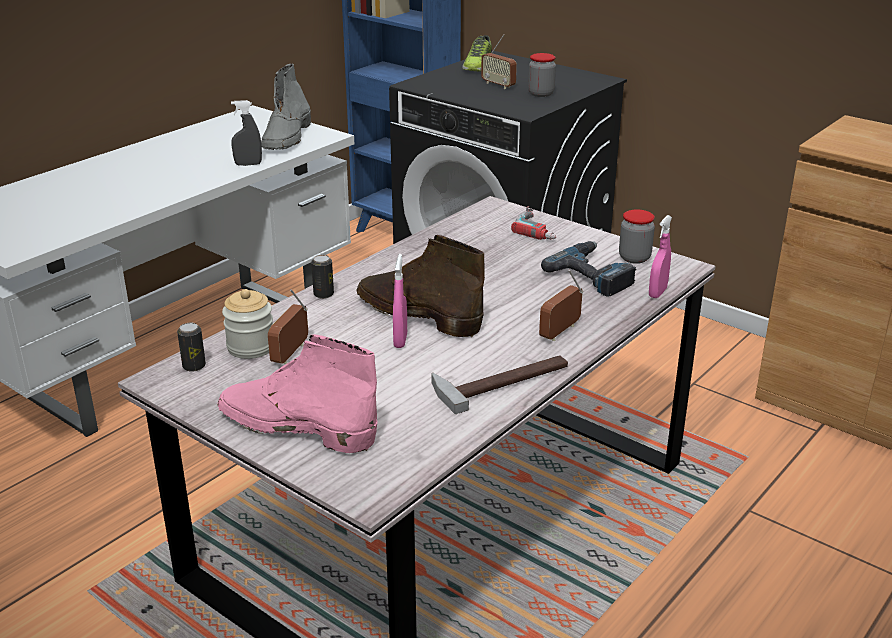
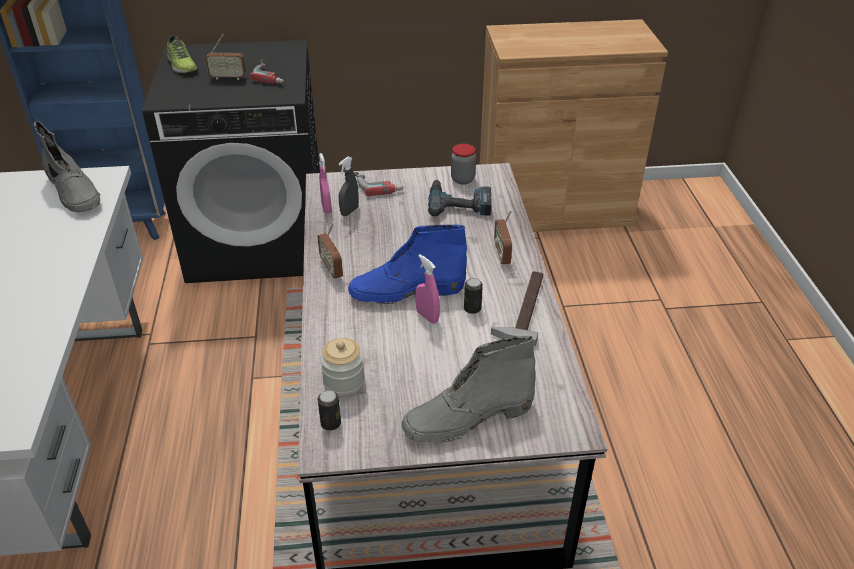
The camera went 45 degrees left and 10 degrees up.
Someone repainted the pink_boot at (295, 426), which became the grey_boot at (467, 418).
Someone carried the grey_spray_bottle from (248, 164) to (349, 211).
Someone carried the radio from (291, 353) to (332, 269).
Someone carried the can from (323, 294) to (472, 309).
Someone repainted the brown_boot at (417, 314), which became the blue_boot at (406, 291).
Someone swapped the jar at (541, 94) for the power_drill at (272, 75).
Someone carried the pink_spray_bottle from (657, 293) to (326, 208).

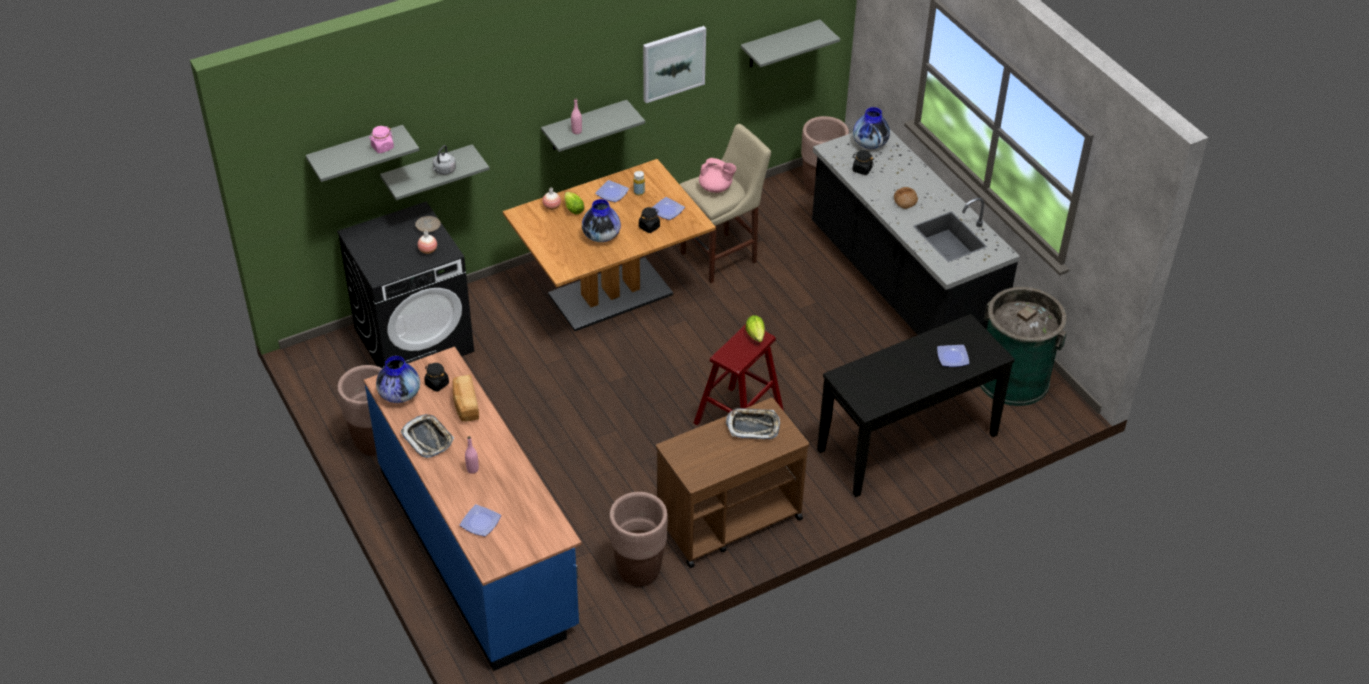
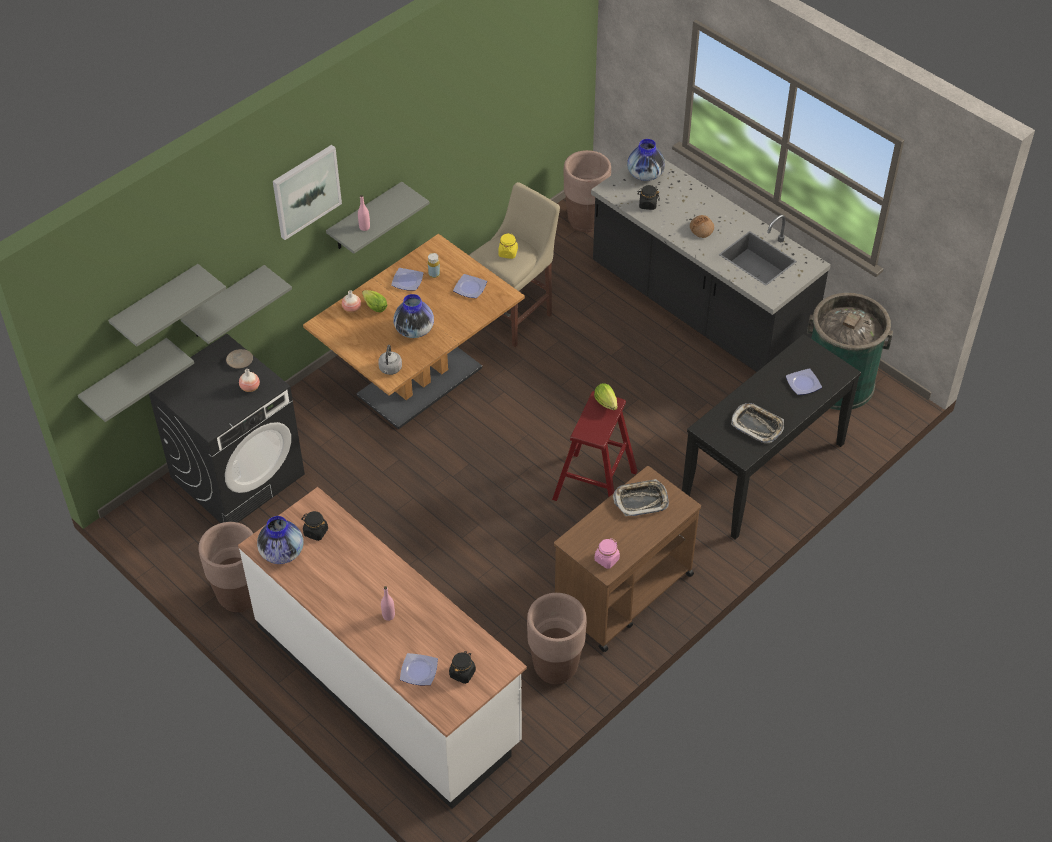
The camera went 15 degrees left and 5 degrees up.
Someone repainted the blue_counter at (478, 548), which became the white_counter at (388, 684).
Someone carried the pink_jar from (382, 147) to (606, 559).
Someone carried the tray from (428, 438) to (757, 425).
Someone carried the grey_kettle from (444, 171) to (390, 369).
Someone took away the bread at (465, 406).
Someone carried the black_jar from (649, 227) to (462, 673).
Someone carried the picture from (673, 63) to (306, 191).
Someone swapped the pink_teapot at (716, 188) for the yellow_jar at (508, 253).
Someone carried the grey_shelf from (779, 44) to (126, 377).

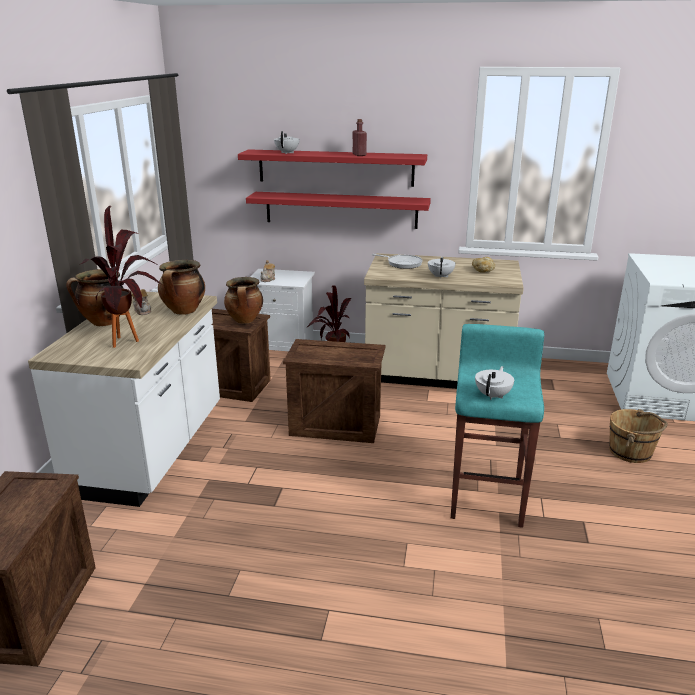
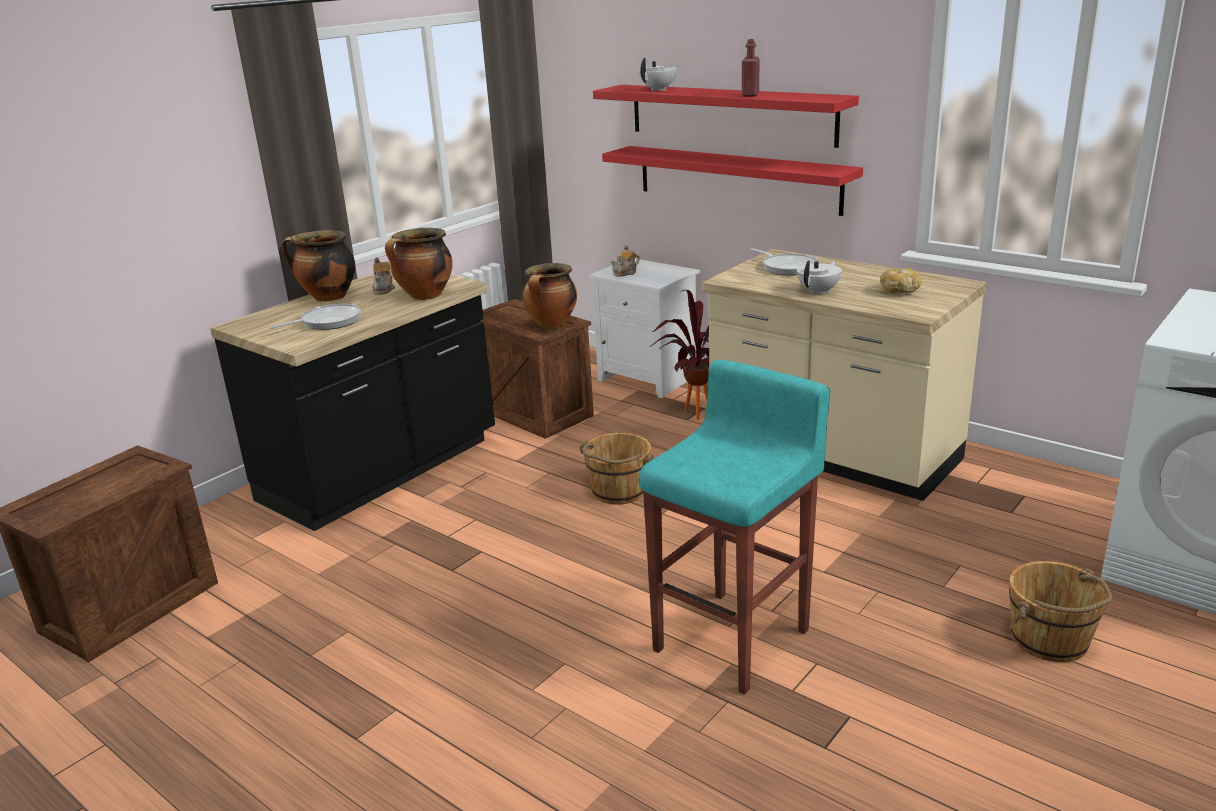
The camera went 30 degrees right and 0 degrees up.
Someone repainted the white_counter at (151, 451), which became the black_counter at (382, 472).
Someone swapped the potted_plant at (131, 341) for the frying_pan at (327, 322).
Someone swapped the crate at (334, 426) for the brown_bucket at (618, 491).
Someone took away the white_teapot at (493, 395).

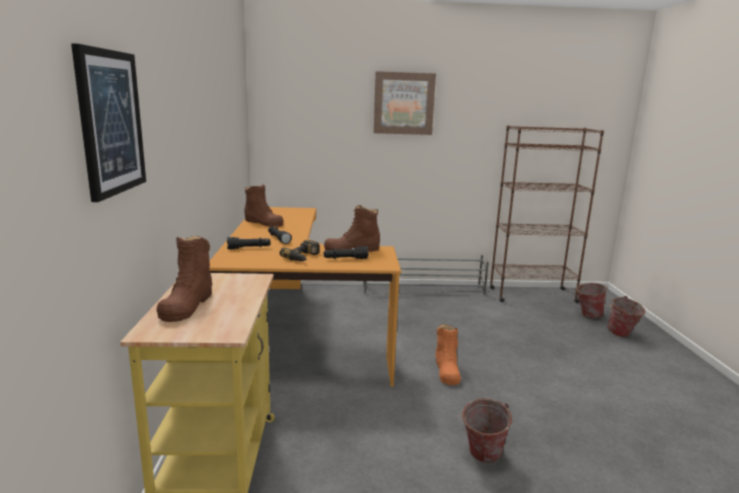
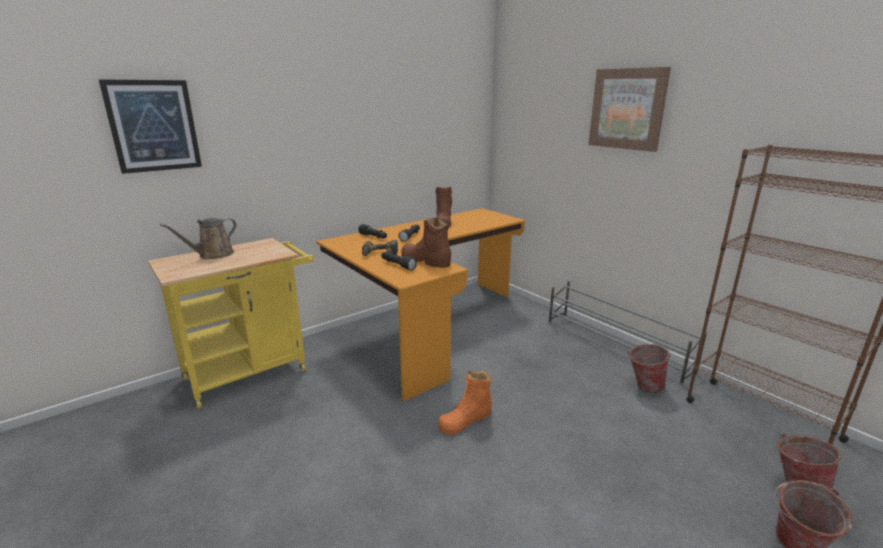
The camera went 55 degrees right and 5 degrees up.
Someone swapped the brown_boot at (187, 305) for the brown_watering_can at (213, 255).
Someone carried the bucket from (481, 456) to (643, 386).

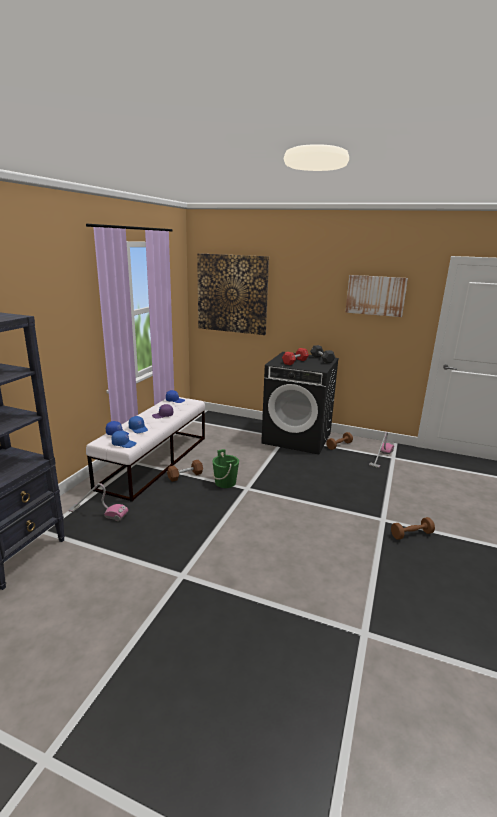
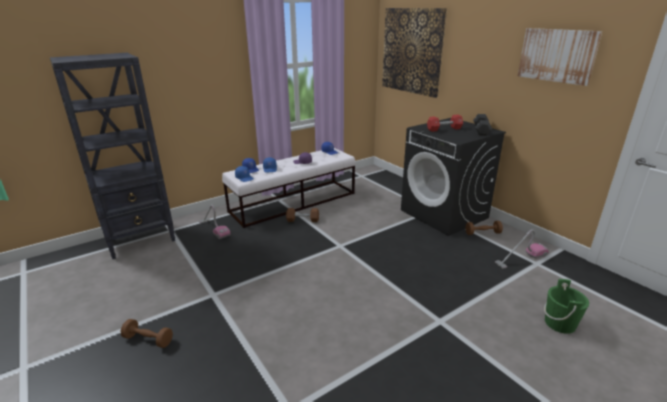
The camera went 35 degrees right and 5 degrees up.
Someone carried the green_bucket from (225, 482) to (560, 323).
Someone carried the brown_dumbbell from (411, 534) to (148, 340).

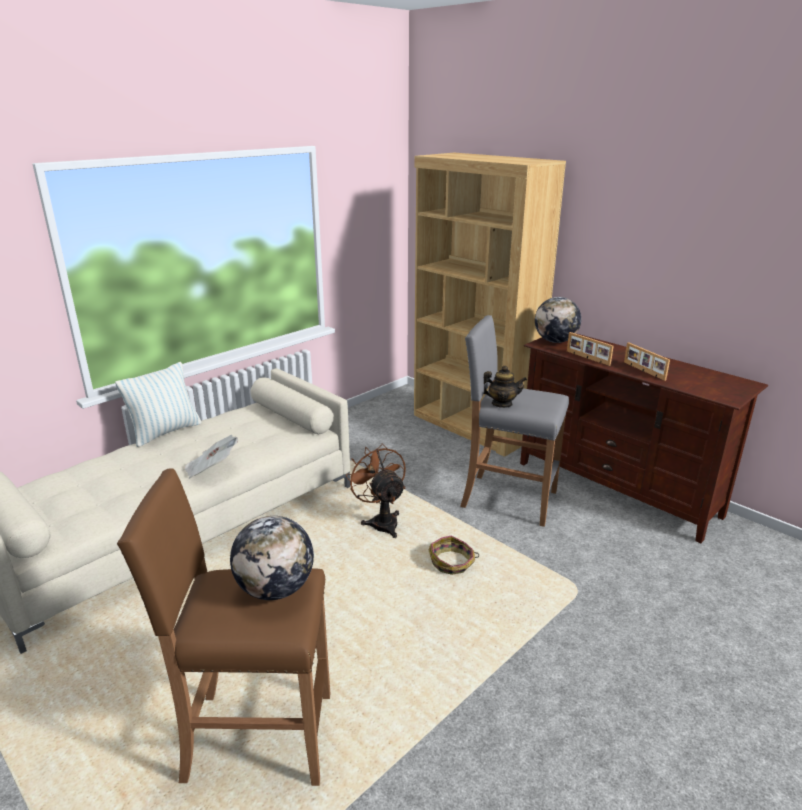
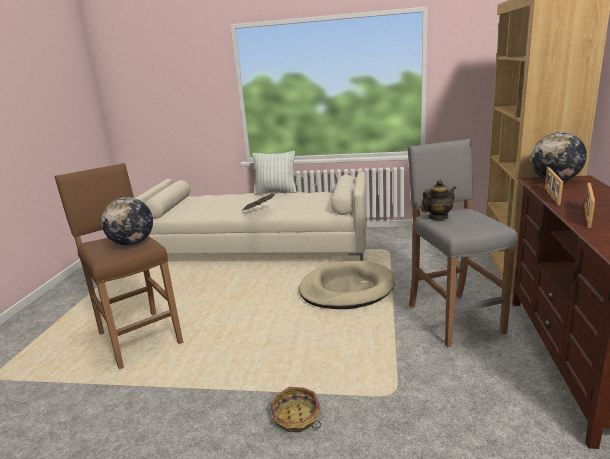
The camera went 55 degrees right and 5 degrees down.
Someone swapped the brown_fan at (381, 521) for the beige_dog_bed at (346, 289).
Someone carried the basket from (452, 563) to (296, 418).
Someone rotated the teapot at (501, 404) by 90 degrees counterclockwise.

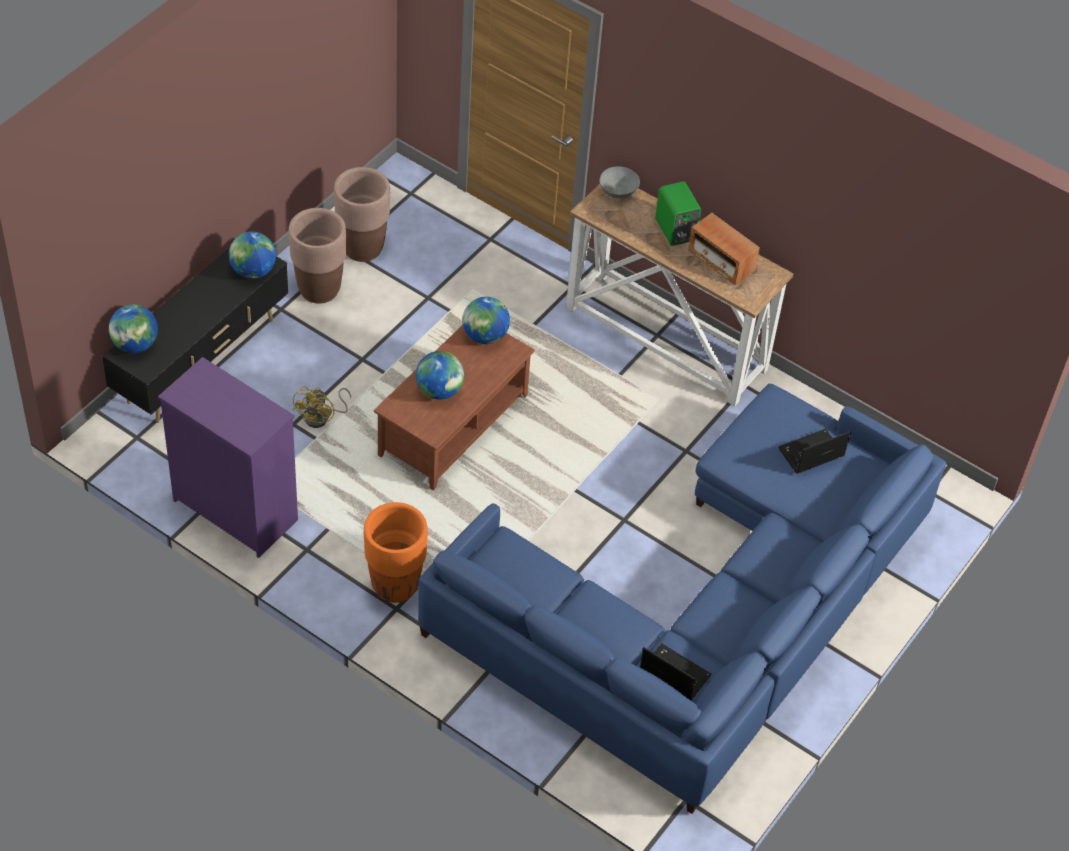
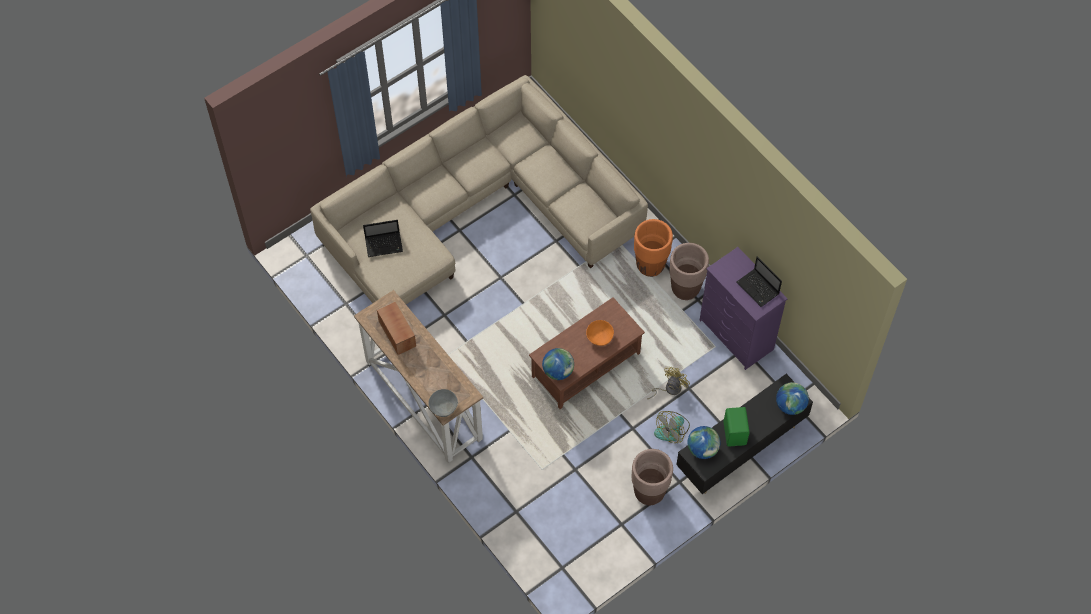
The camera went 160 degrees left and 10 degrees up.
Someone carried the brown_planter from (362, 248) to (685, 289).
Someone swapped the globe at (439, 390) for the orange_bowl at (599, 336).
Someone repainted the blue_sofa at (703, 613), which became the beige_sofa at (476, 211).
Someone carried the laptop from (673, 673) to (758, 289).
Someone carried the green_speaker from (674, 231) to (735, 433).
Someone put down the fan at (672, 429).

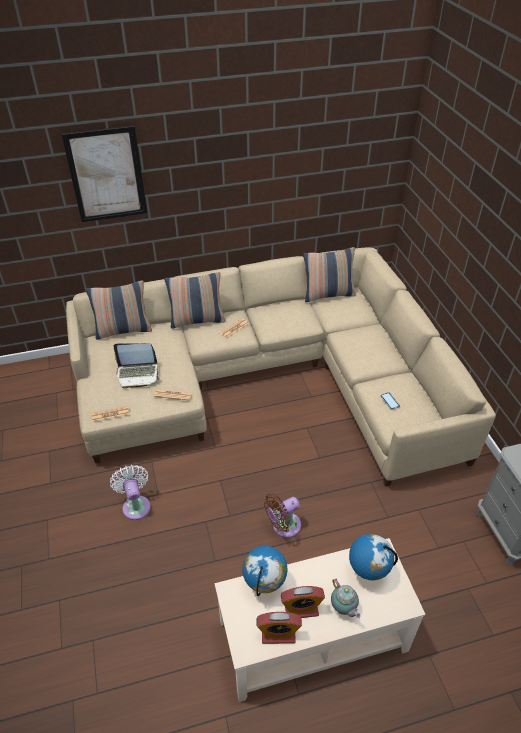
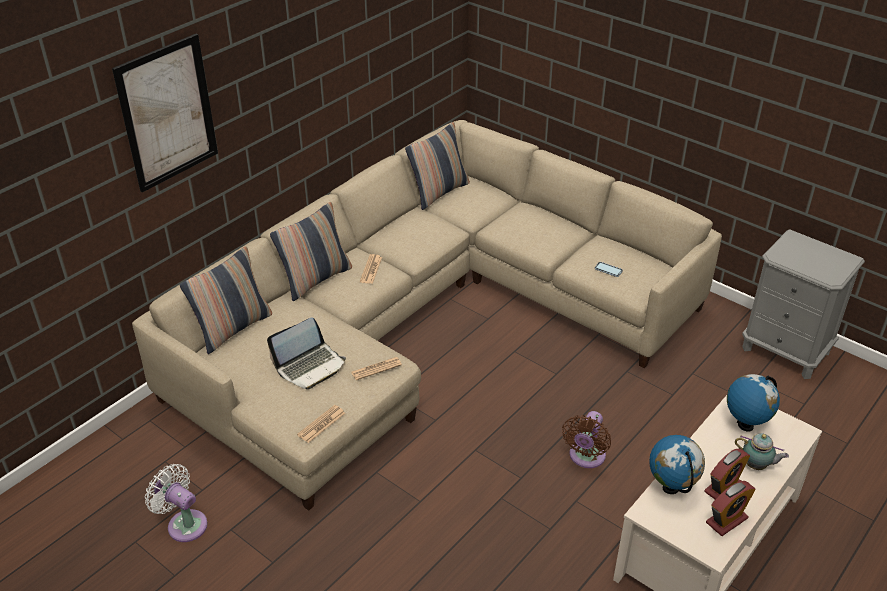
The camera went 35 degrees left and 5 degrees down.
Someone carried the white_fan from (136, 505) to (184, 523).

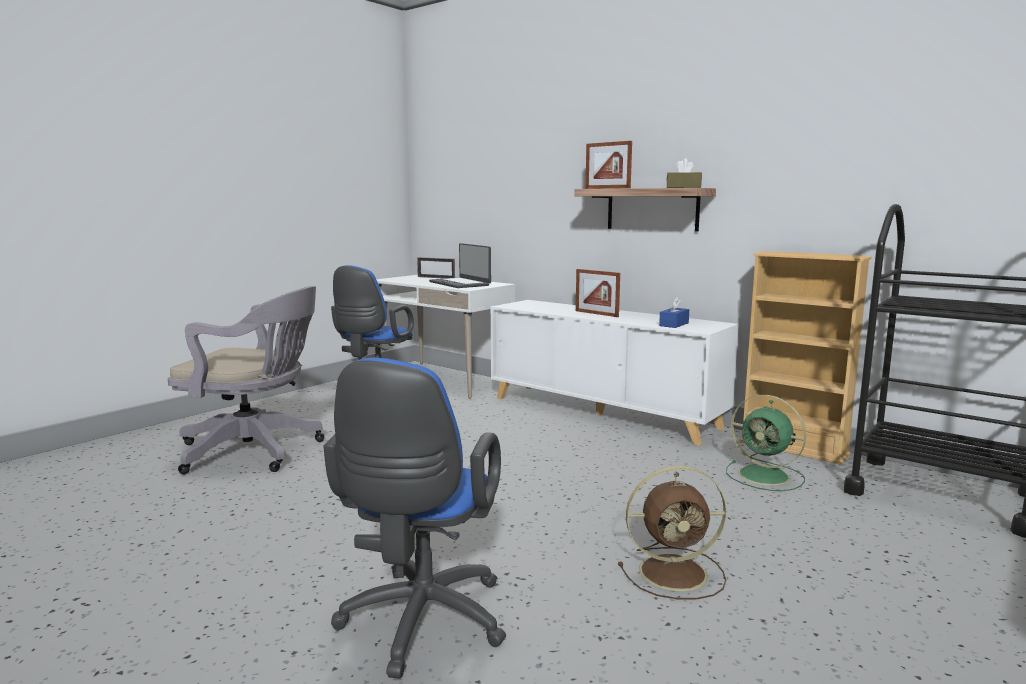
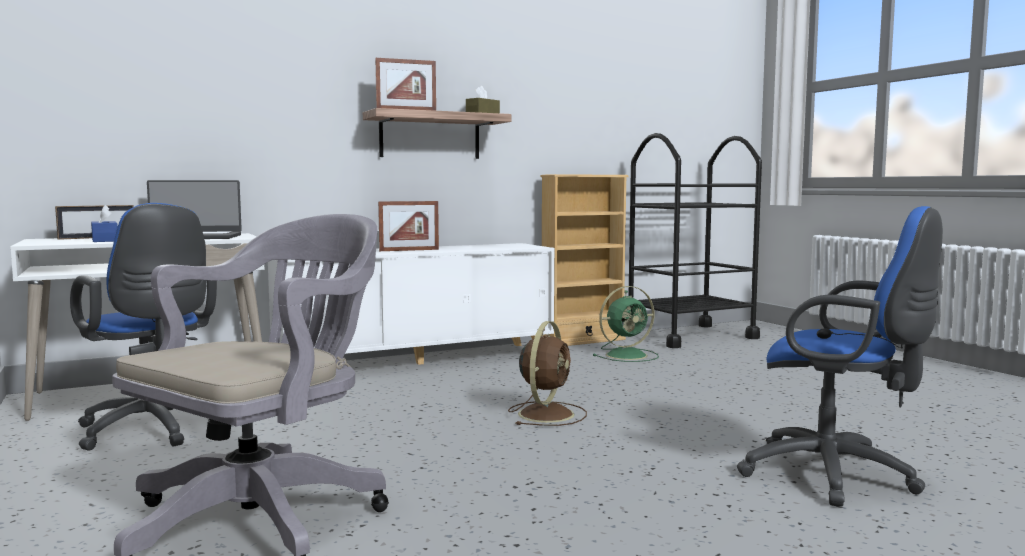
The camera went 65 degrees left and 5 degrees down.
Someone carried the brown_fan from (676, 572) to (547, 413).
Someone carried the blue_tissue_box from (674, 324) to (105, 240).

